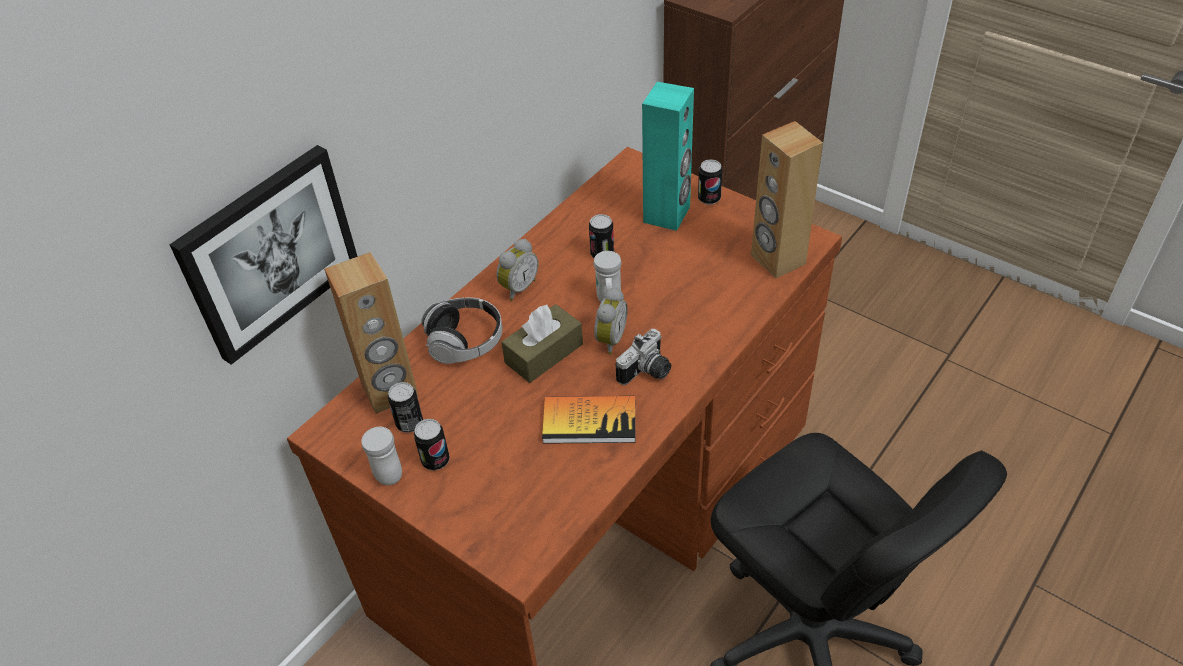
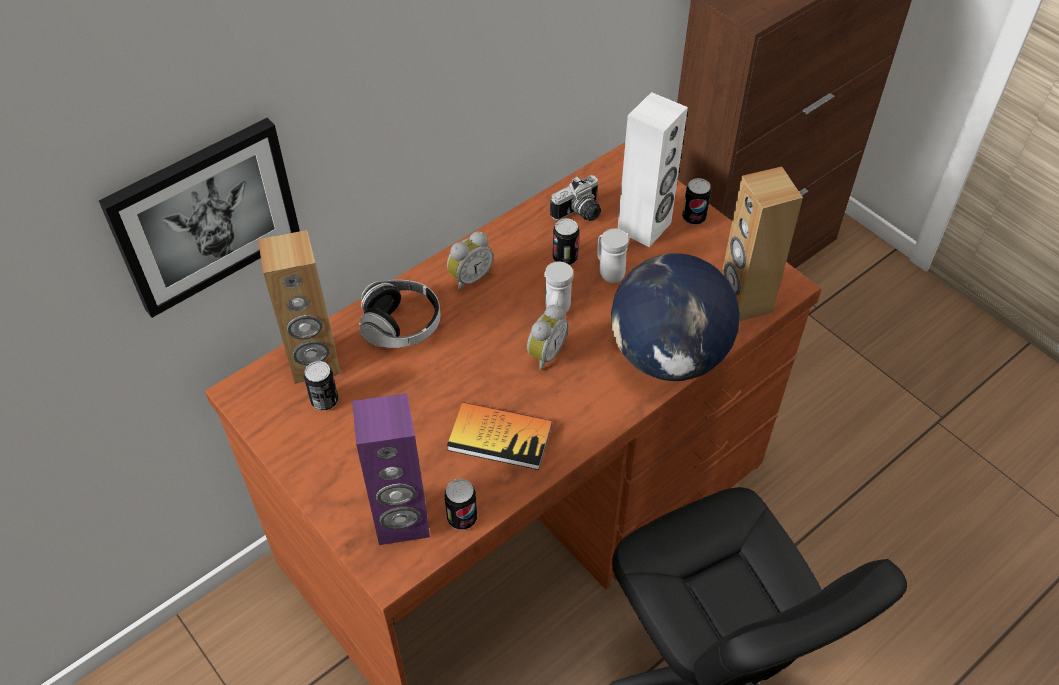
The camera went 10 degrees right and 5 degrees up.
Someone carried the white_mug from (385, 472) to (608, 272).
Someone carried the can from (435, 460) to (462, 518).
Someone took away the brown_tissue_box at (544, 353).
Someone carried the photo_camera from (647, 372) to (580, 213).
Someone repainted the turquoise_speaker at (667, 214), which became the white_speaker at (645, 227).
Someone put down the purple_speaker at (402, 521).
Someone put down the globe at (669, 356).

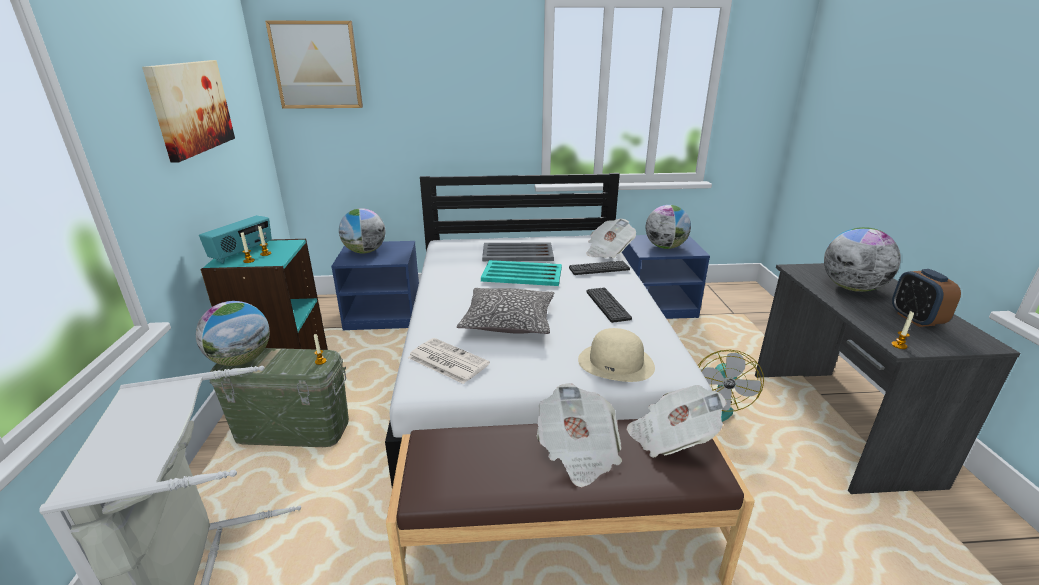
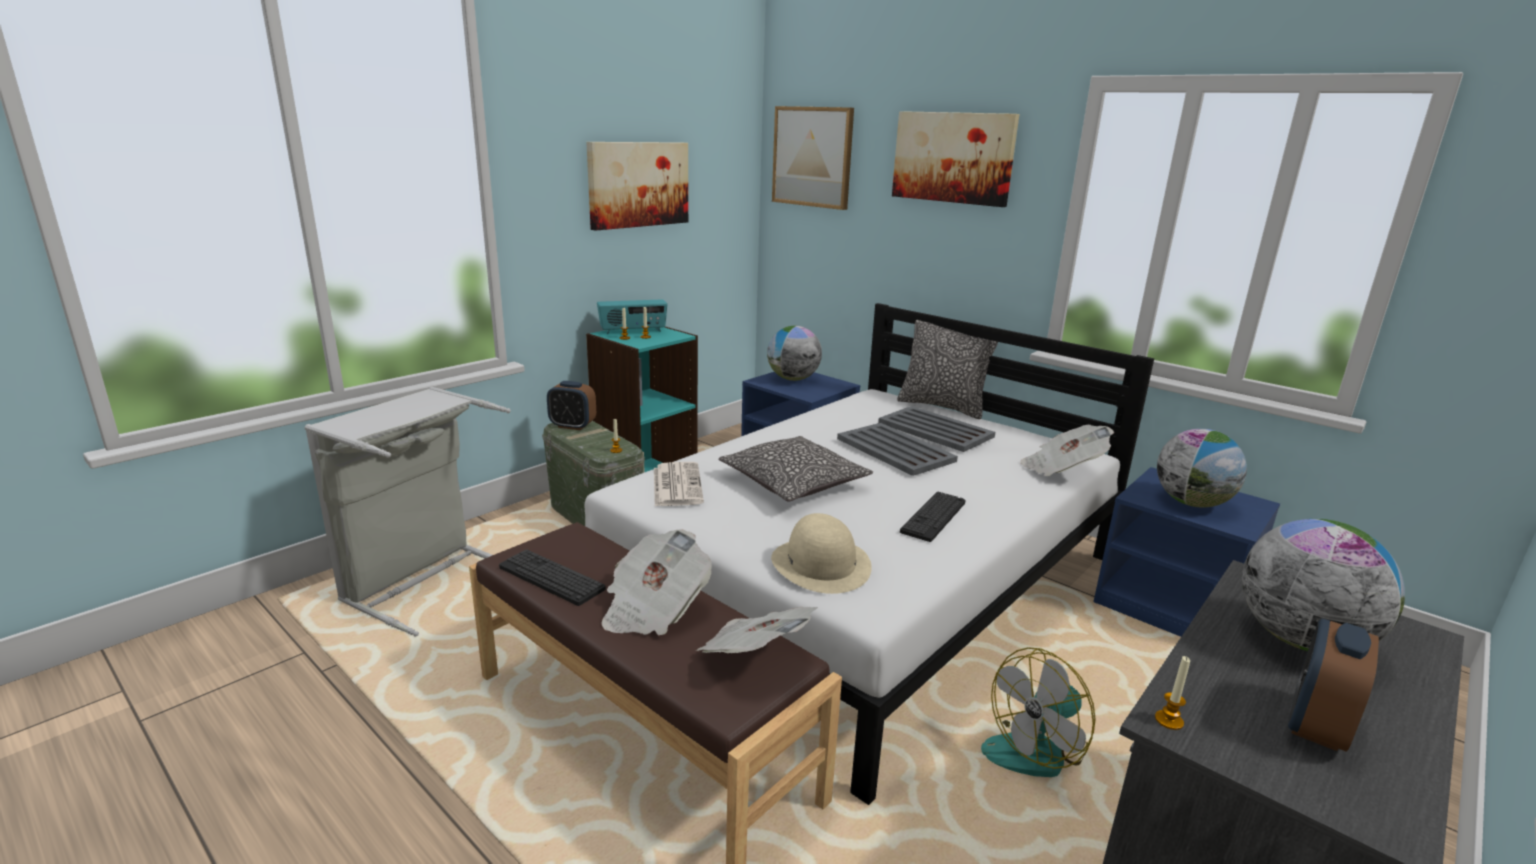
The camera went 45 degrees right and 5 degrees down.
Someone swapped the globe at (241, 360) for the alarm_clock at (572, 426).
Someone repainted the turquoise_tray at (523, 274), which became the grey_tray at (895, 450).
Someone carried the keyboard from (599, 268) to (551, 578).
Someone put up the picture at (953, 157).
Someone put down the pillow at (942, 406).

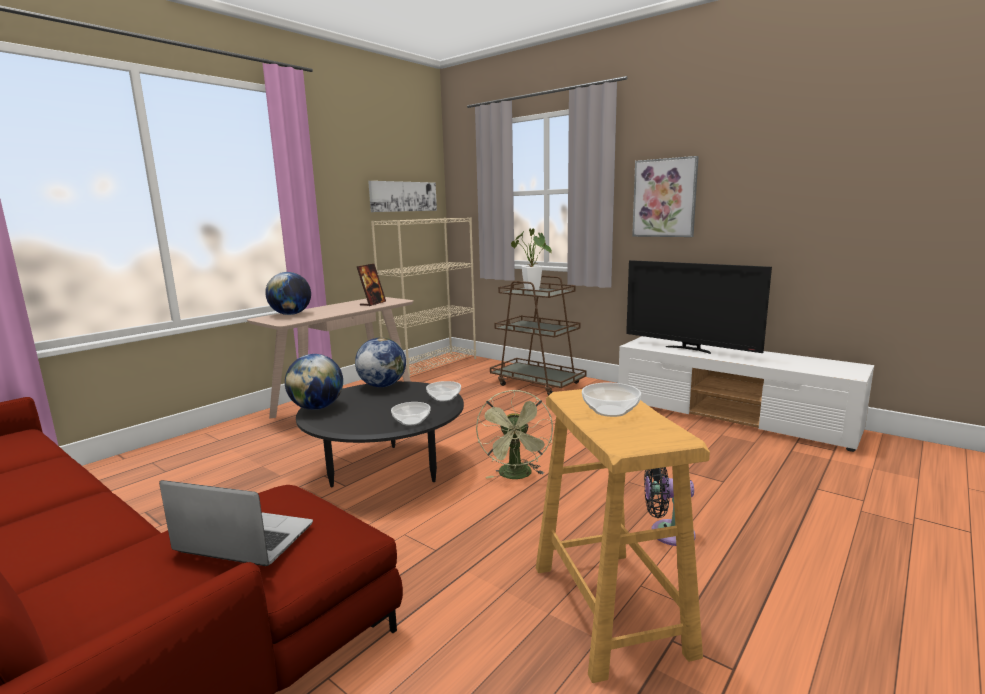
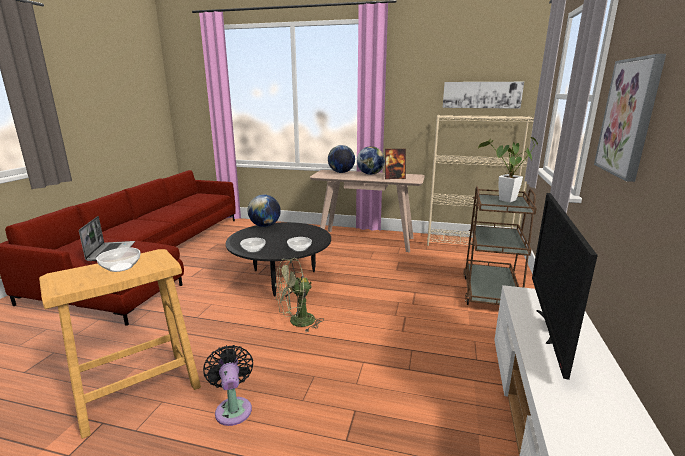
The camera went 65 degrees right and 5 degrees up.
Someone carried the globe from (382, 385) to (370, 174).

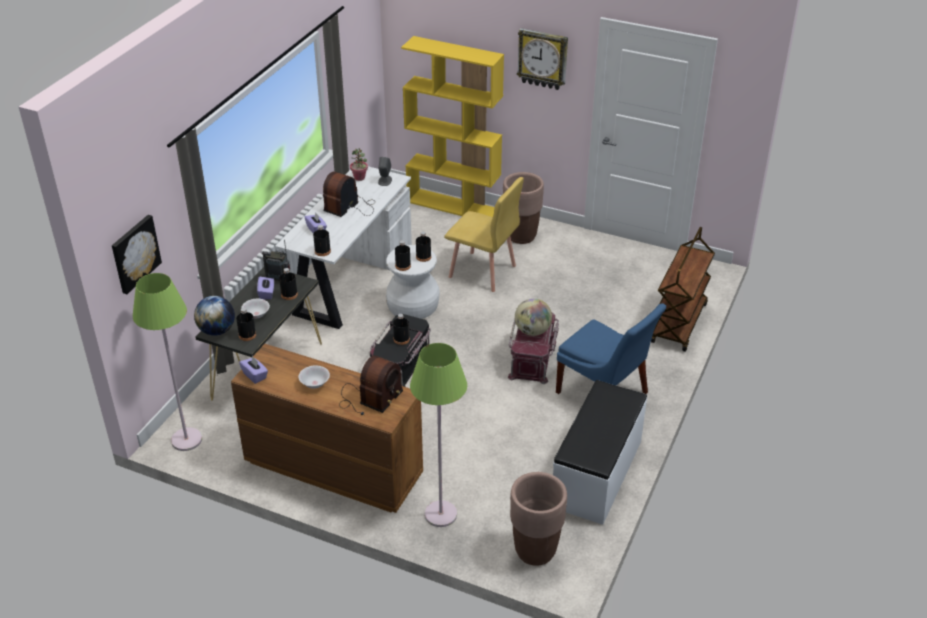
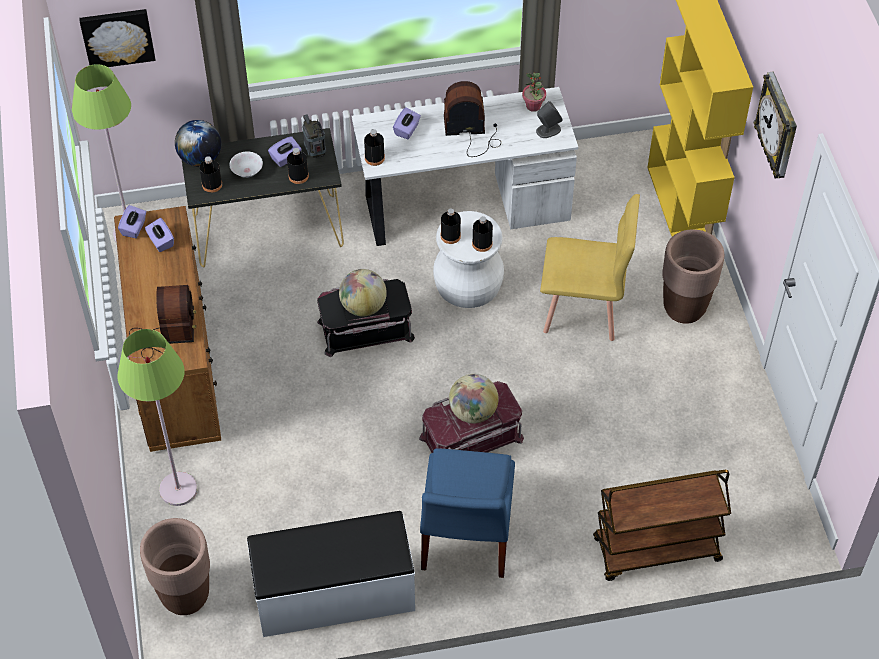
The camera went 55 degrees right and 15 degrees up.
Someone took away the white_bowl at (314, 384).
Someone rotated the radio at (369, 398) by 90 degrees counterclockwise.
Someone swapped the black_bottle at (401, 339) for the globe at (363, 306).
Someone rotated the yellow_chair at (482, 272) by 75 degrees counterclockwise.
Someone put down the purple_tissue_box at (160, 241).

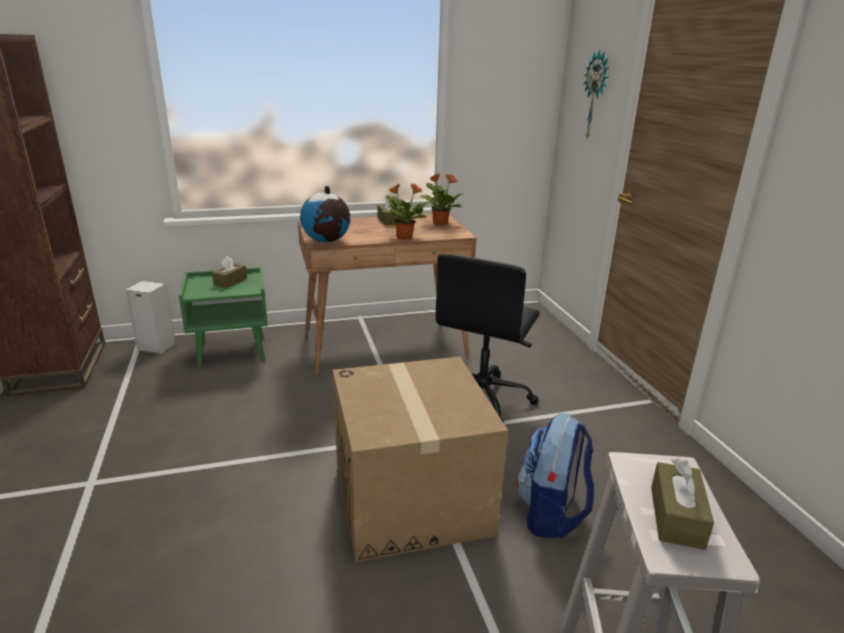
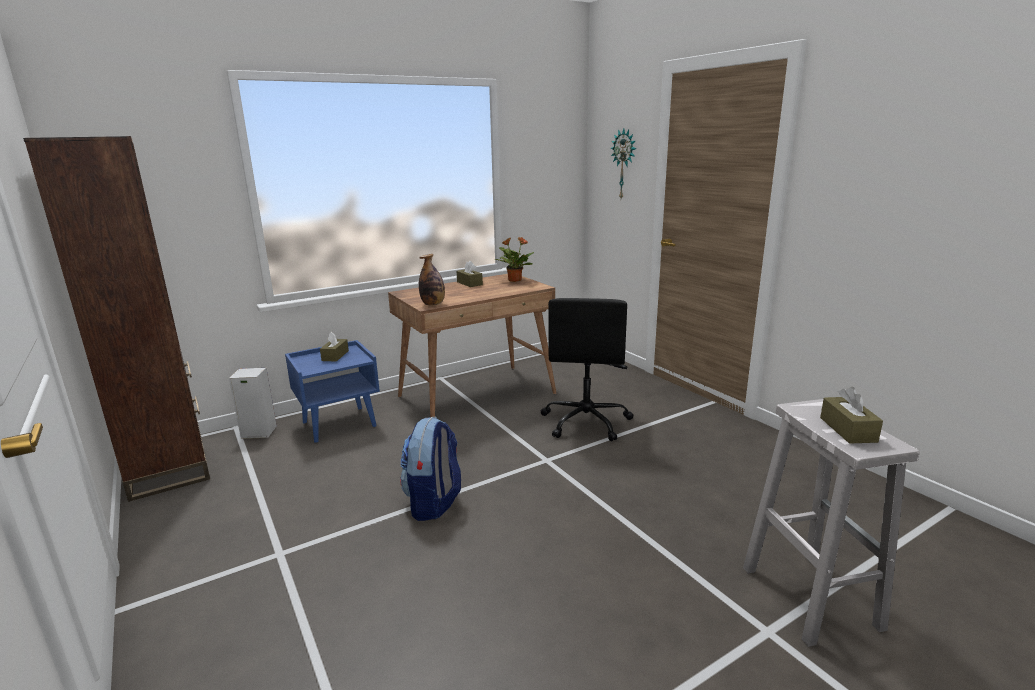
The camera went 15 degrees left and 5 degrees down.
Someone repainted the green_nightstand at (233, 351), which became the blue_nightstand at (340, 424).
Someone swapped the globe at (326, 241) for the bottle at (433, 304).
Someone took away the cardboard_box at (411, 498).
Someone took away the potted_plant at (403, 237).
Someone carried the backpack from (552, 513) to (434, 503).

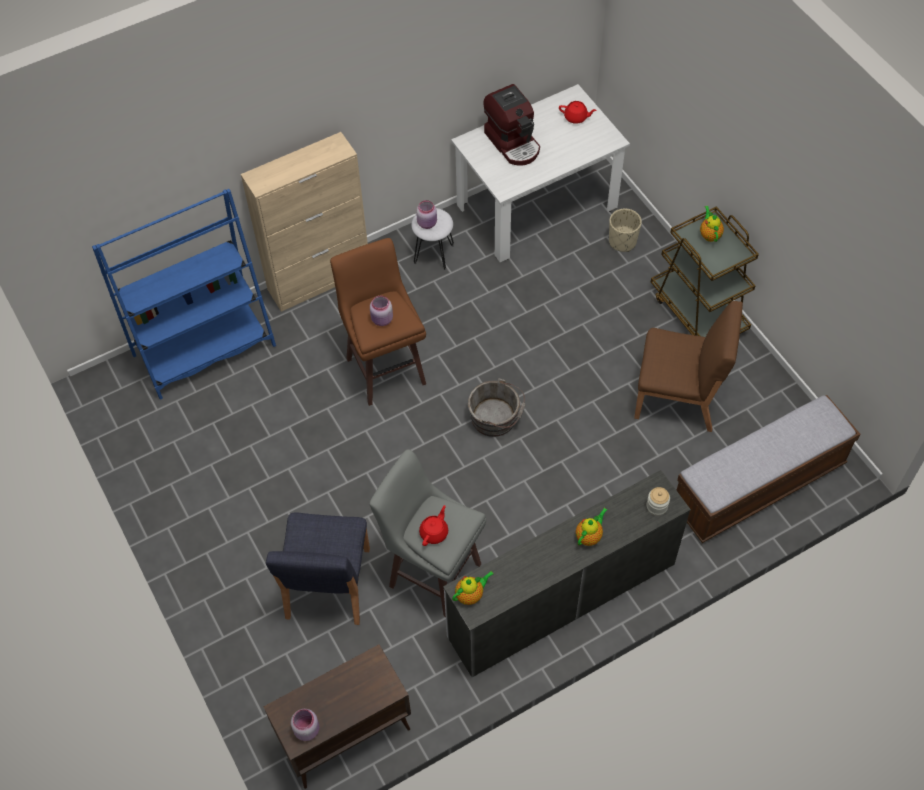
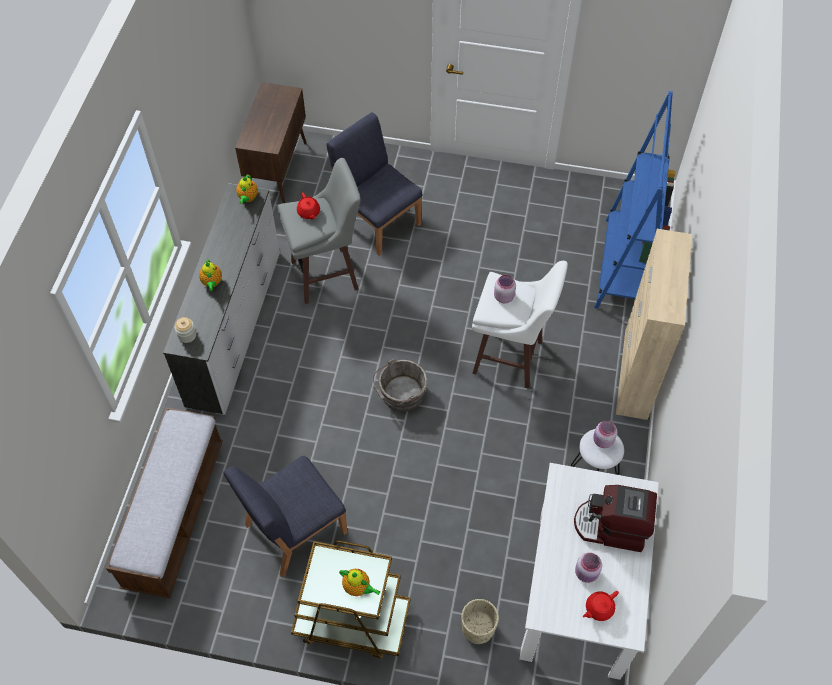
The camera went 130 degrees right and 0 degrees up.
Someone carried the pink_jar from (307, 729) to (587, 573).
Someone repainted the brown_stool at (385, 369), which became the white_stool at (510, 359).
Someone repainted the brown_chair at (678, 397), which became the blue_chair at (294, 529).

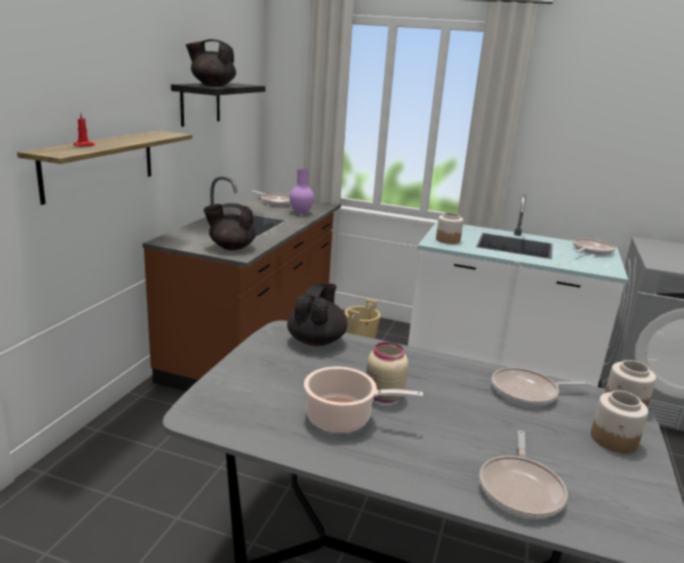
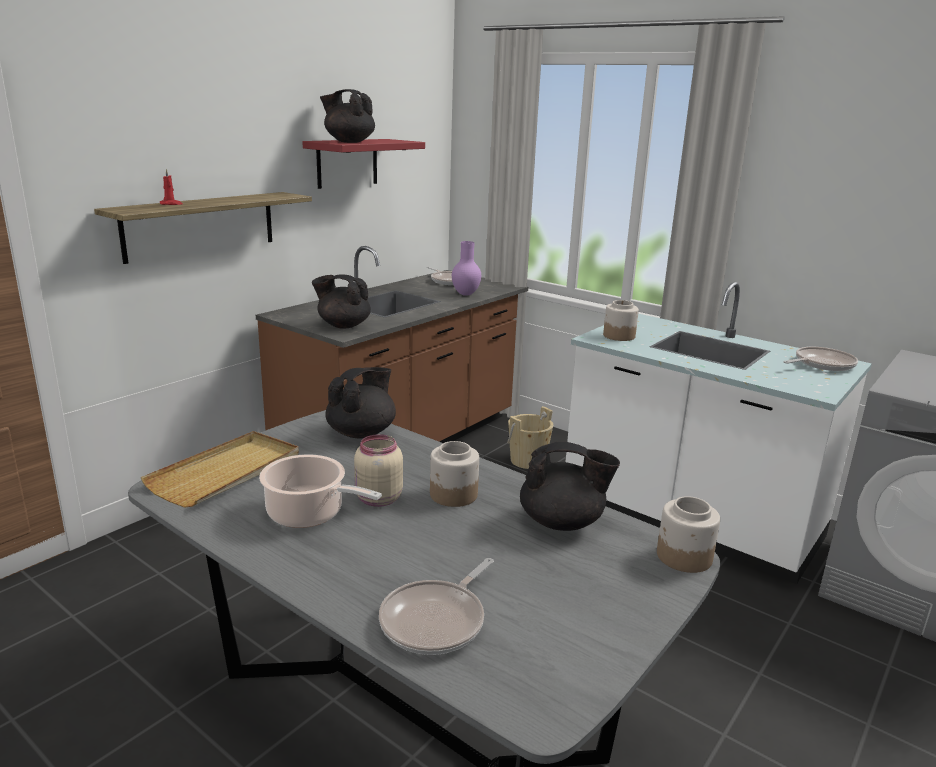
The camera went 20 degrees right and 0 degrees up.
Someone repainted the black_shelf at (200, 103), which became the red_shelf at (347, 163).
Someone swapped the frying_pan at (528, 392) for the black_teapot at (562, 522).
Someone carried the jar from (614, 440) to (453, 495).
Someone put down the beige_tray at (227, 472).

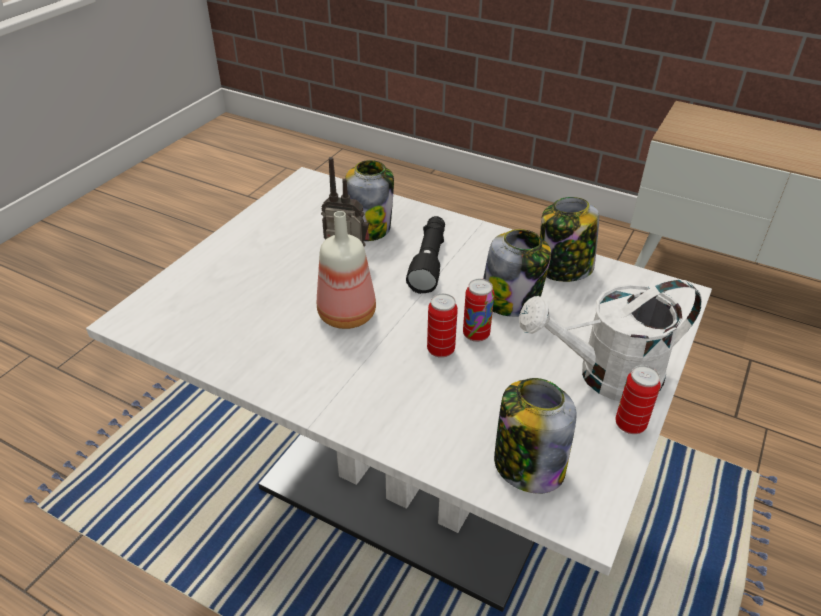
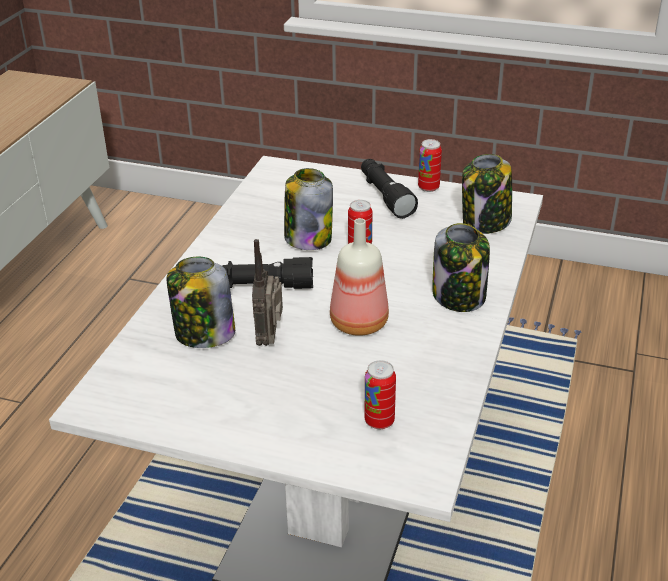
The camera went 100 degrees left and 5 degrees down.
Someone carried the can from (440, 350) to (379, 421).
Someone swapped the white_watering_can at (606, 376) for the black_flashlight at (385, 196).
Someone carried the jar from (564, 269) to (459, 296).

